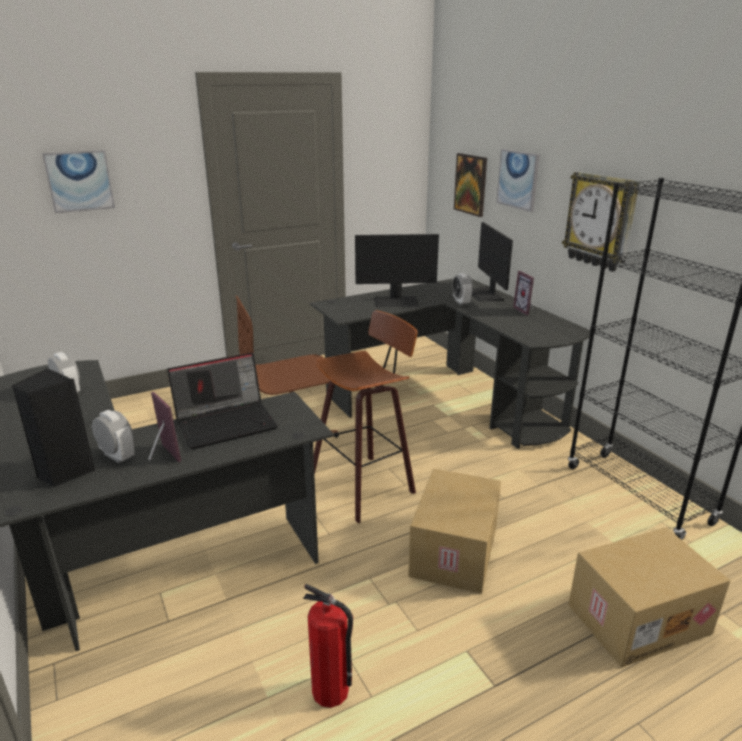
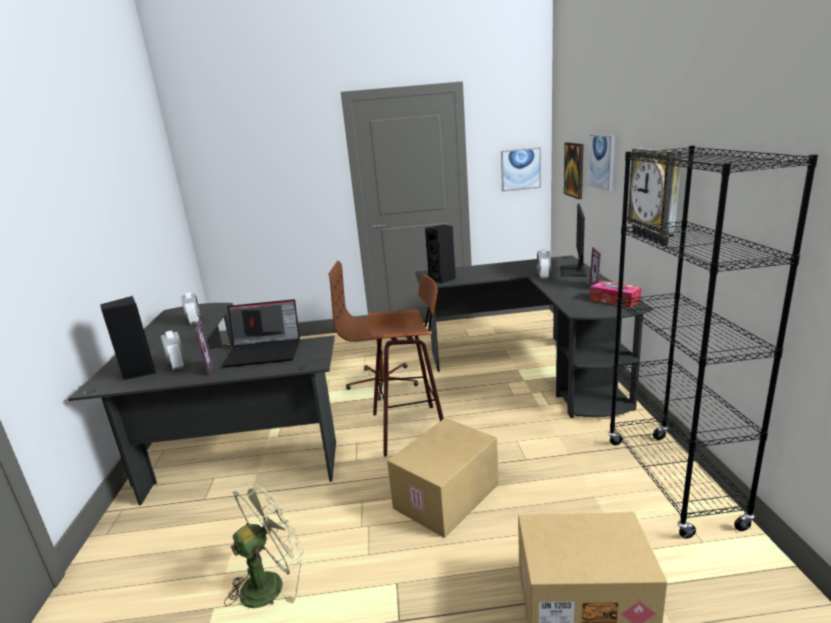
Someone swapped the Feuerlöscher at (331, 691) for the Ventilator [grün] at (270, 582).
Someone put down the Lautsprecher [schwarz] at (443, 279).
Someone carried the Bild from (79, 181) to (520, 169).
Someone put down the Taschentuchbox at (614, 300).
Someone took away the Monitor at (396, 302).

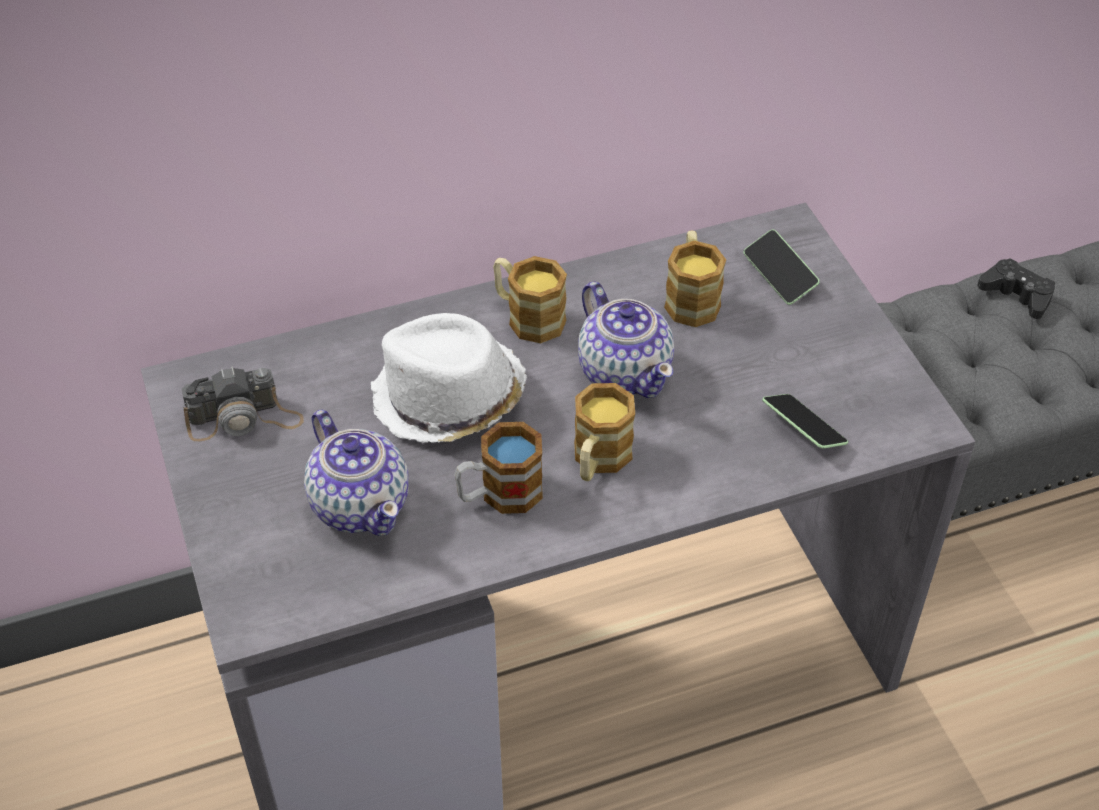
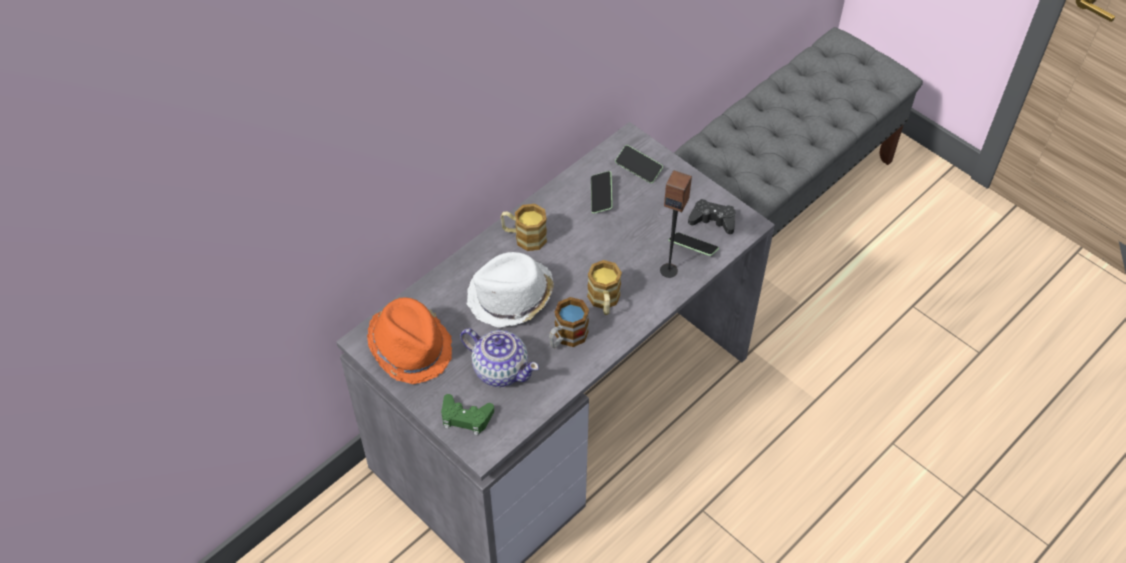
Someone swapped the Kamera at (244, 419) for the Hut [orange] at (411, 347).
Someone put down the Gamepad [grün] at (466, 417).
Someone swapped the Henkelbecher at (691, 297) for the Handy at (601, 196).
Someone put down the Lautsprecher at (669, 270).
Someone carried the Gamepad [schwarz] from (1017, 295) to (713, 220).
Someone took away the Teekanne at (625, 371).

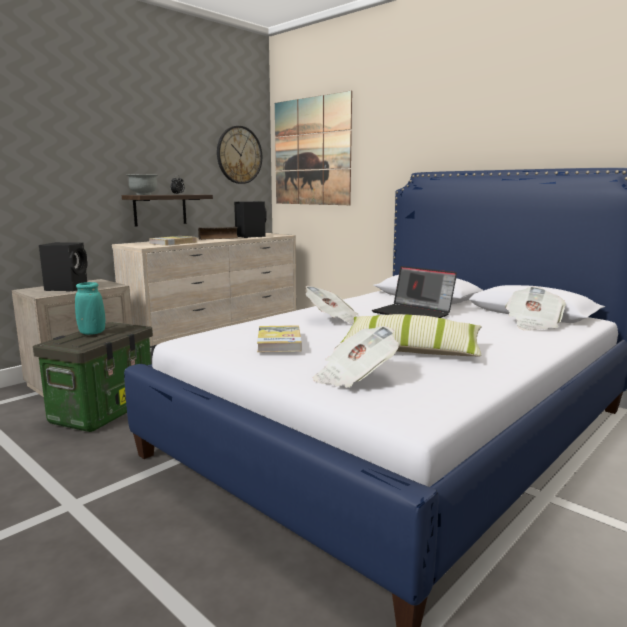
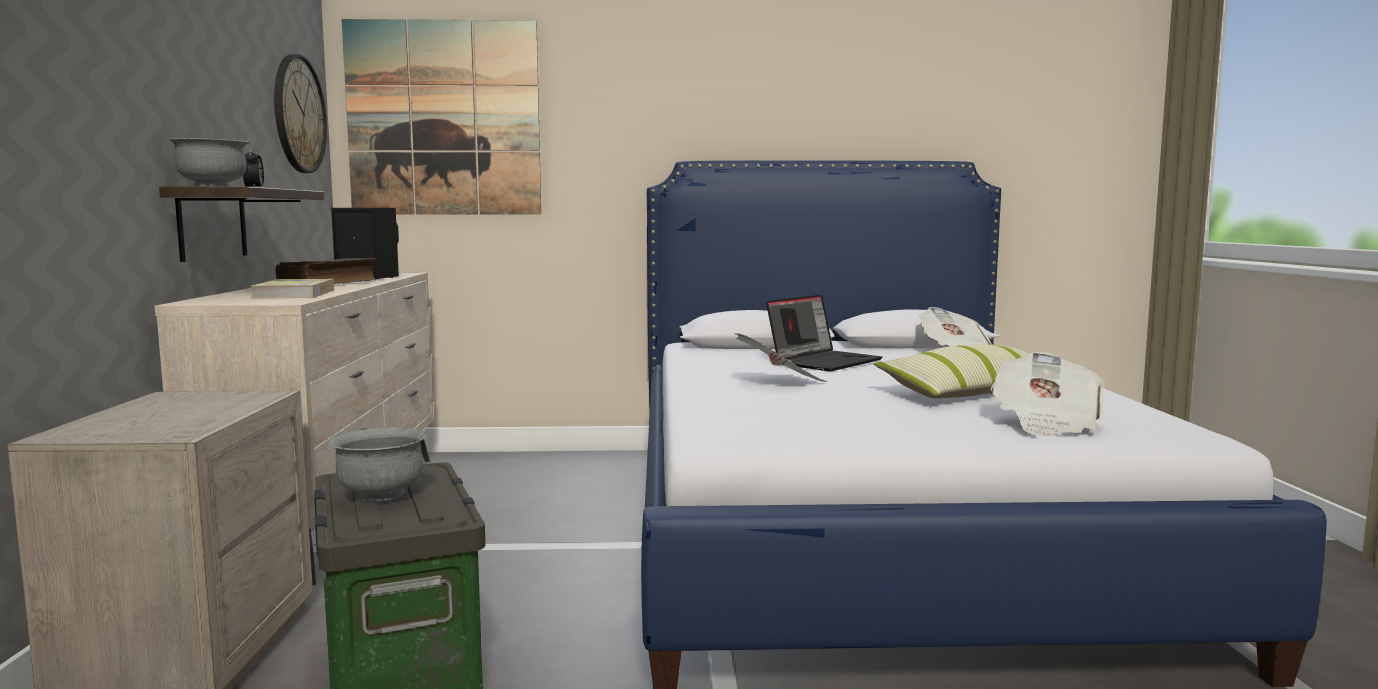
Someone swapped the Vase [türkis] at (92, 333) for the Schüssel [grau] at (381, 494).
Someone rotated the Laptop at (414, 313) by 45 degrees counterclockwise.
Someone took away the Lautsprecher [schwarz] at (67, 288).
Someone took away the Buch at (279, 342).

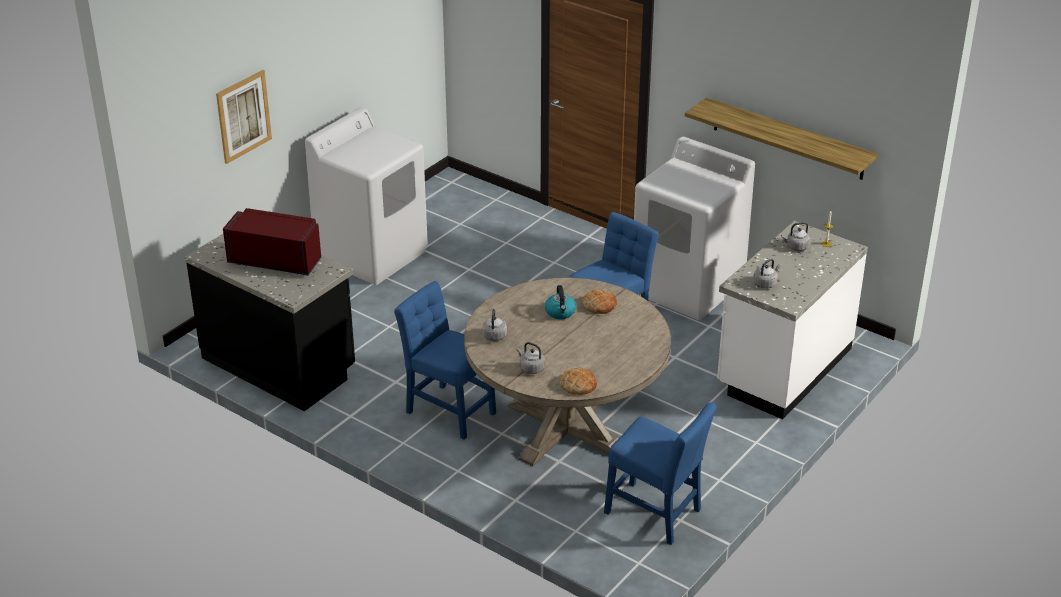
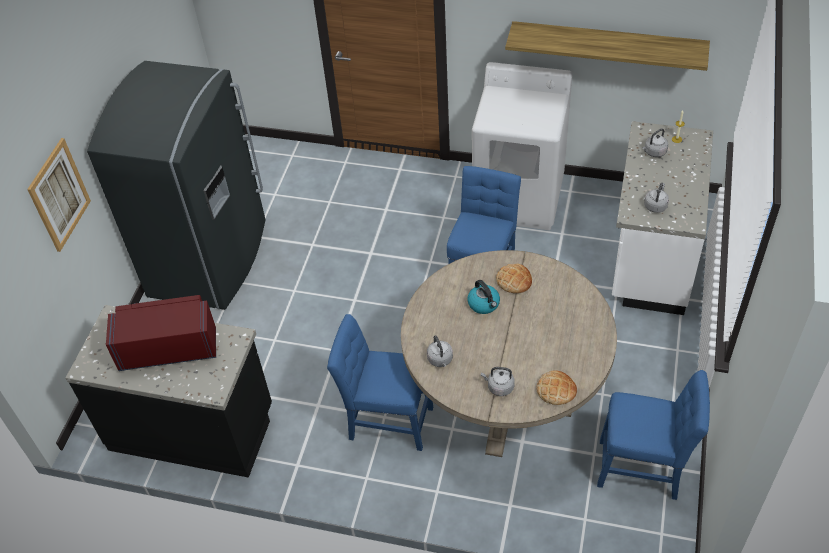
Someone swapped the Waschmaschine [weiß] at (372, 254) for the Kühlschrank [grau] at (211, 259).

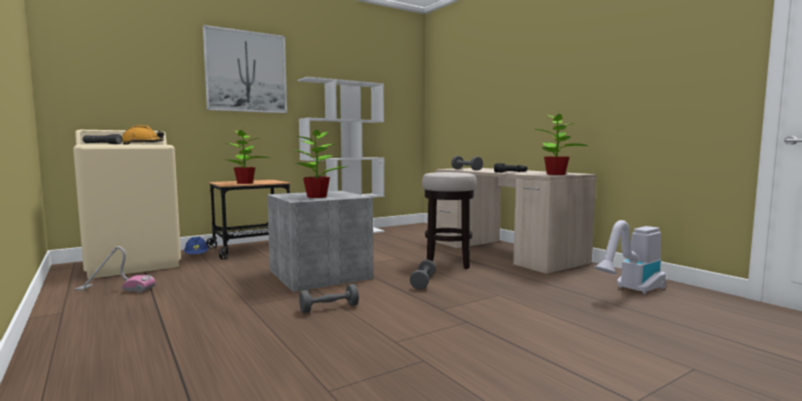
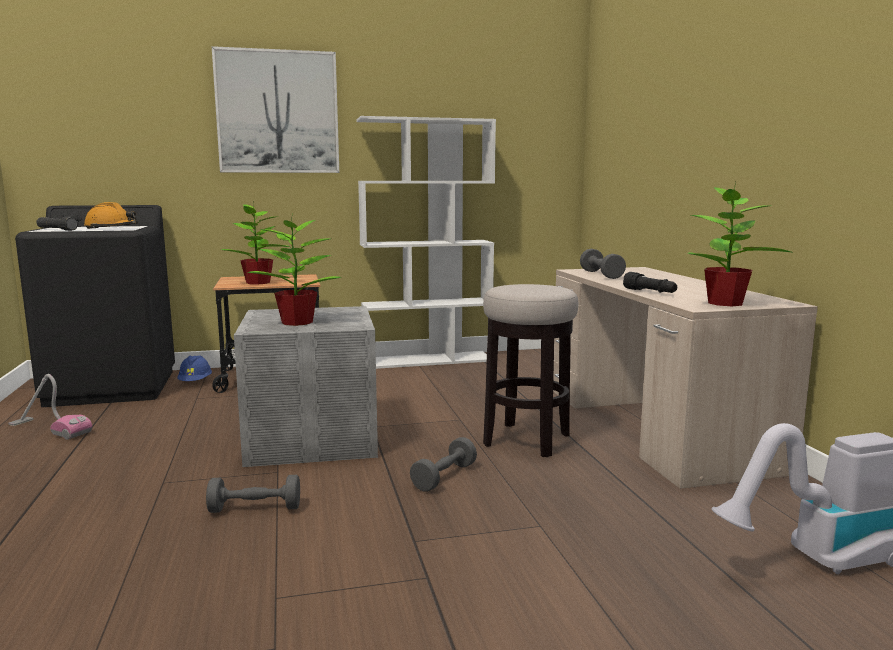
Someone repainted the Waschmaschine [beige] at (134, 263), which became the Waschmaschine [schwarz] at (113, 387).

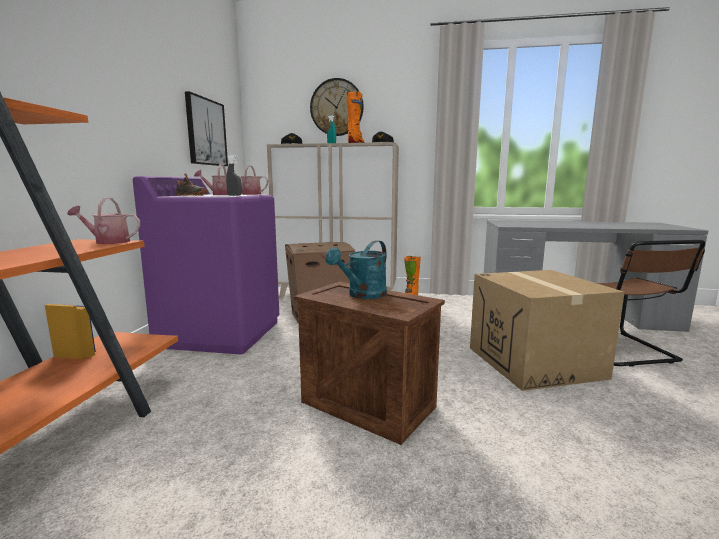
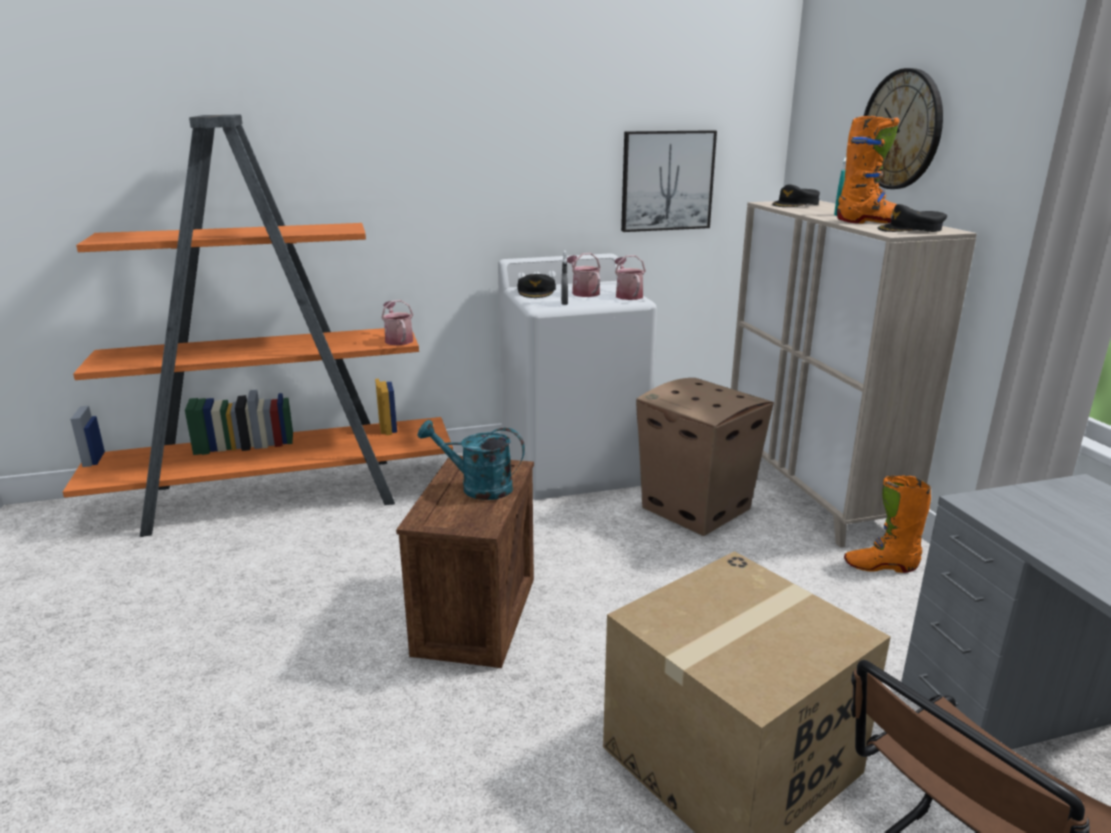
Someone repainted the Waschmaschine [lila] at (221, 333), which became the Waschmaschine [weiß] at (573, 466).
Someone swapped the Schuh [schwarz] at (190, 195) for the Kappe [schwarz] at (536, 292).

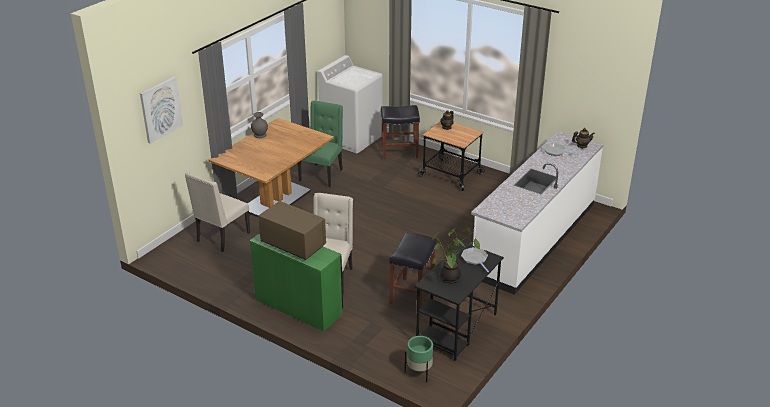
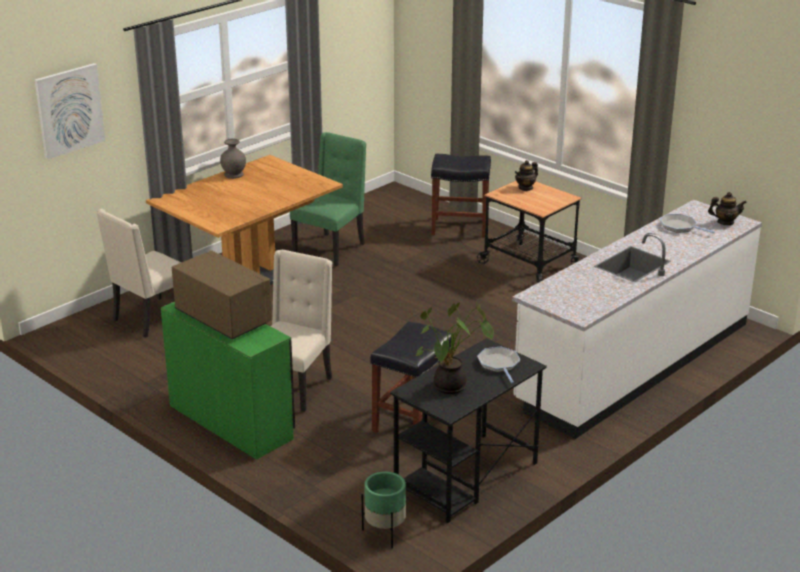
Someone took away the Waschmaschine [weiß] at (352, 138).

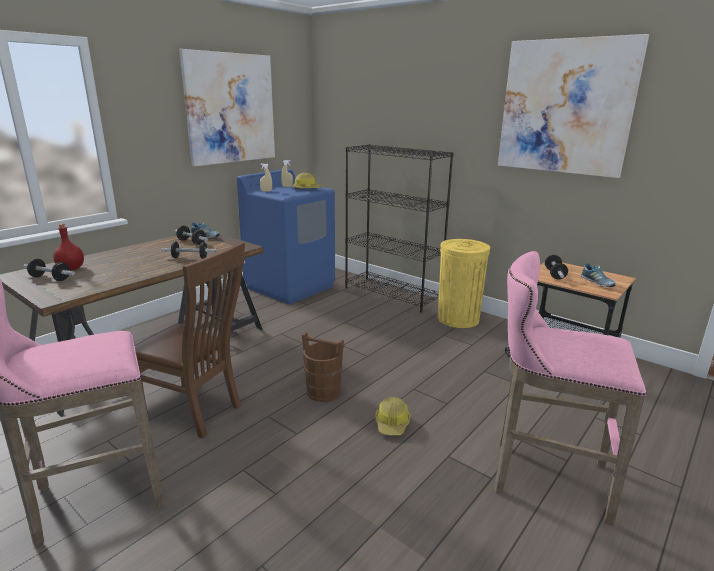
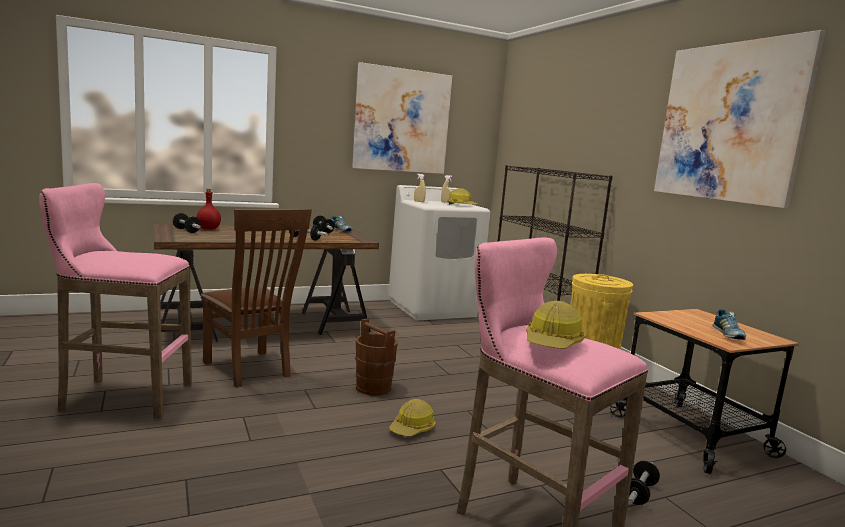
Someone repainted the Waschmaschine [blau] at (290, 287), which became the Waschmaschine [weiß] at (433, 308).
Someone put down the Schutzhelm at (553, 342).
Someone carried the Hantel from (554, 274) to (639, 493).

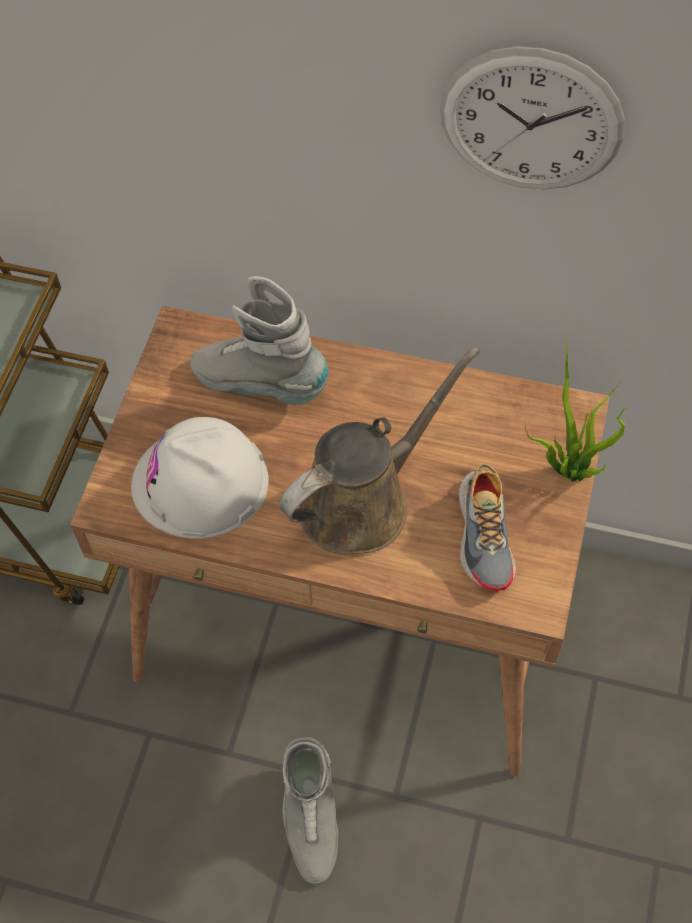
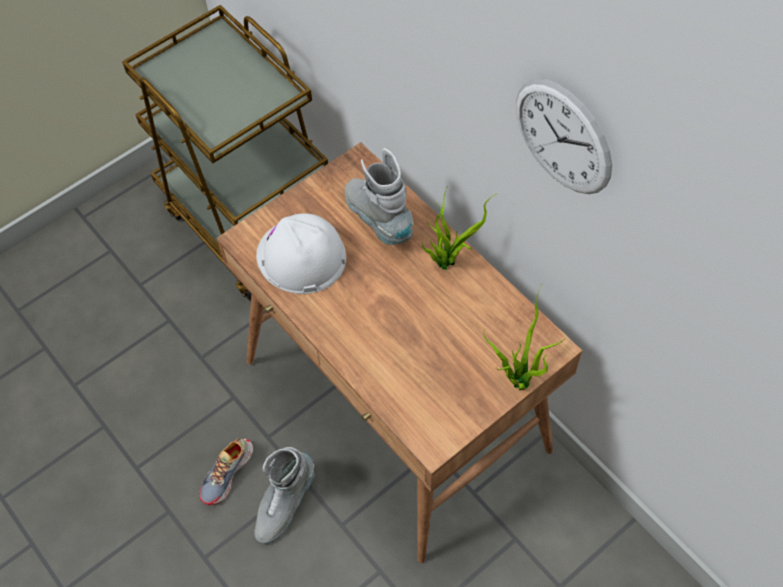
Someone carried the Schuh from (485, 535) to (227, 473).
Someone put down the Topfpflanze at (447, 259).
Someone took away the Gießkanne [braun] at (363, 501).

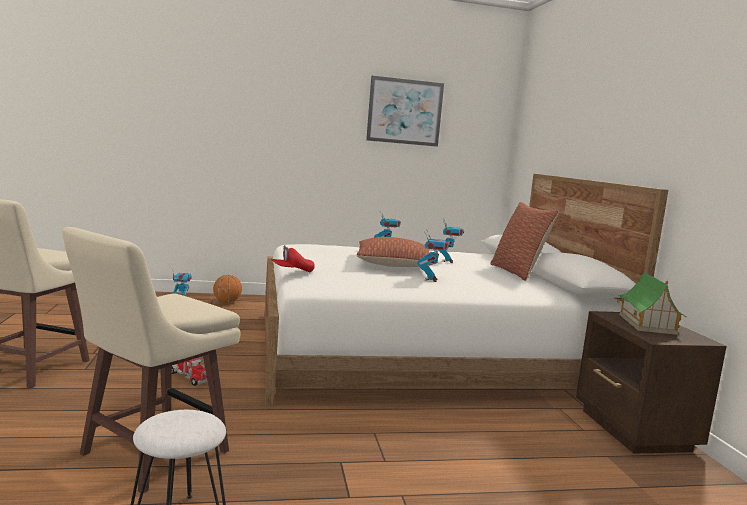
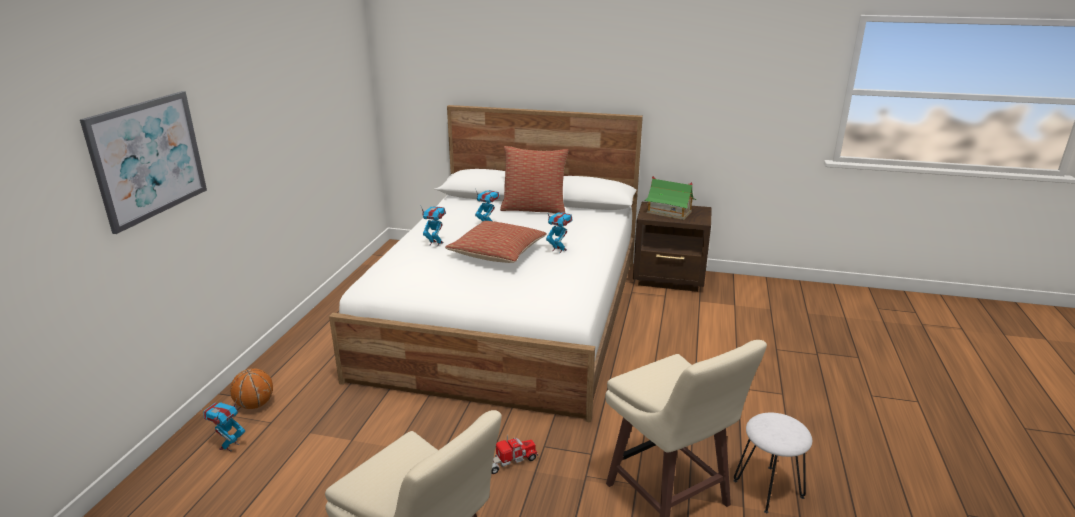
Someone carried the Bild from (404, 112) to (148, 158).
Someone took away the Kappe [rot] at (292, 271).

